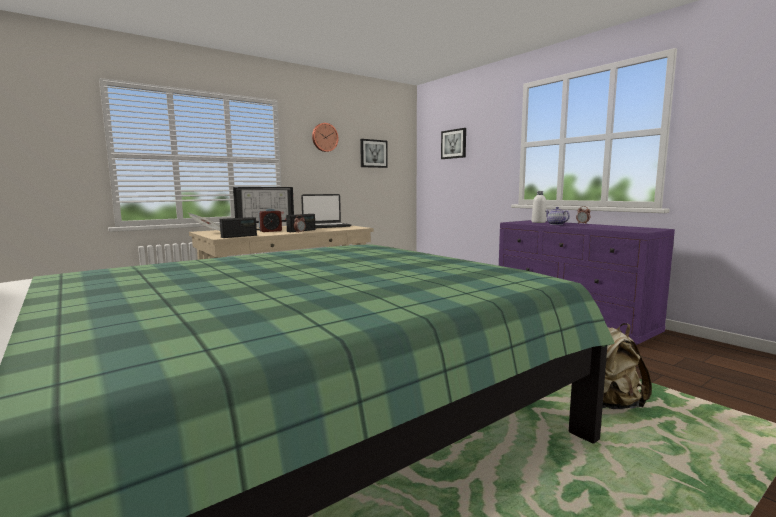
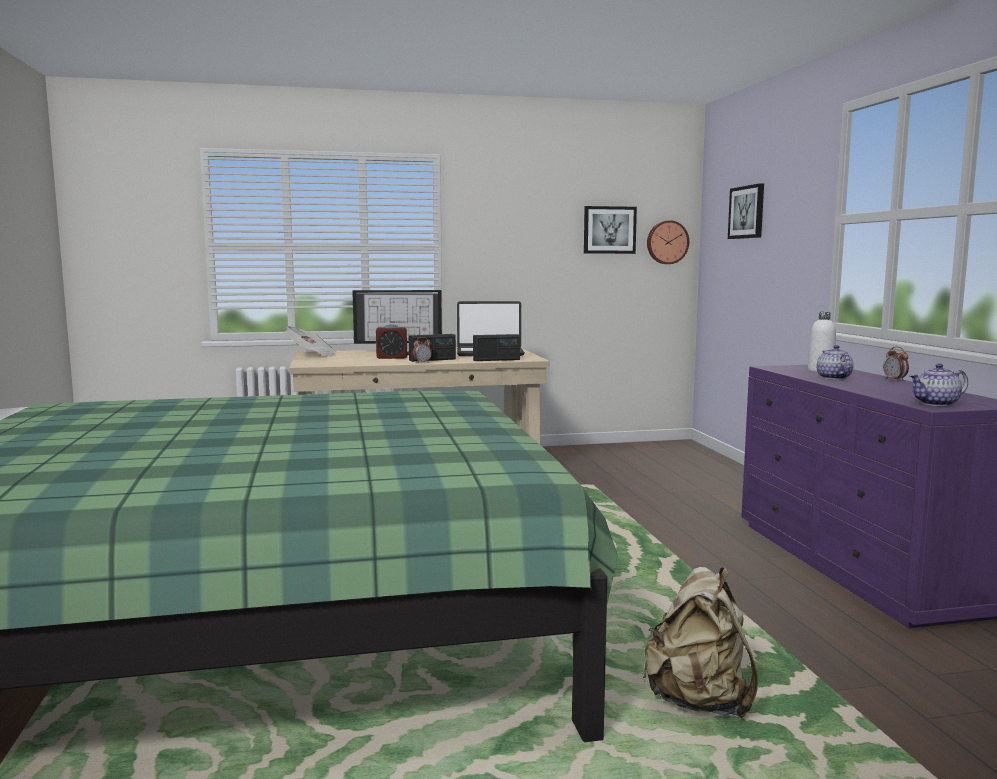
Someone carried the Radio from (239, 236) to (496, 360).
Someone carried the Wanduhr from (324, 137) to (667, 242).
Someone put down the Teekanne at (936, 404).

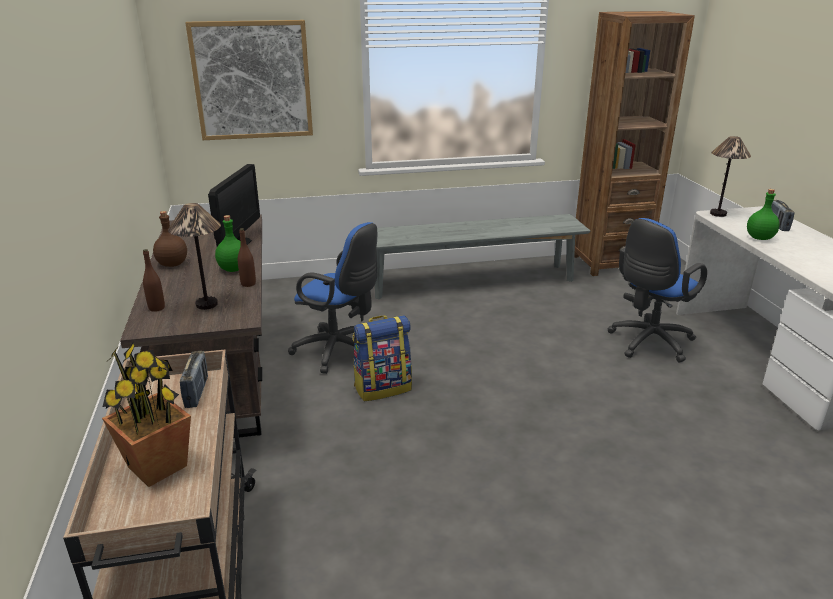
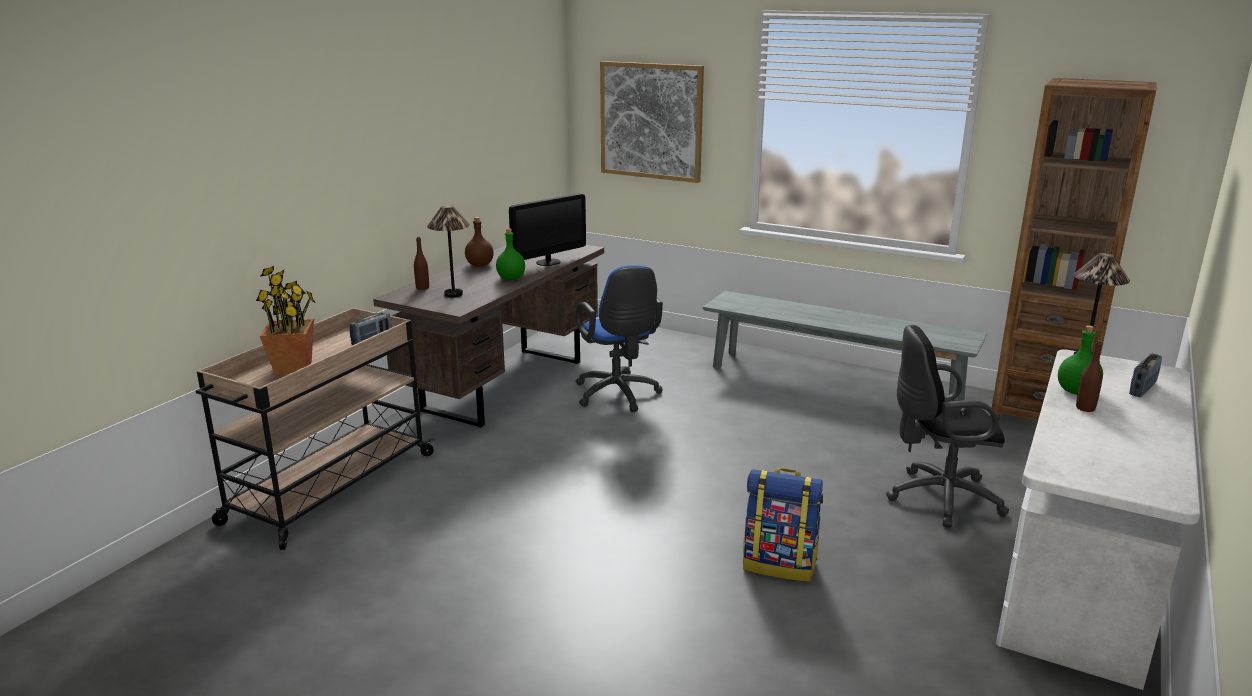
Someone carried the Rucksack from (383, 388) to (780, 564).
Someone repainted the Bürostuhl [blau] at (648, 343), which became the Bürostuhl [schwarz] at (937, 498).
Someone carried the Flasche [braun] from (248, 284) to (1085, 408).

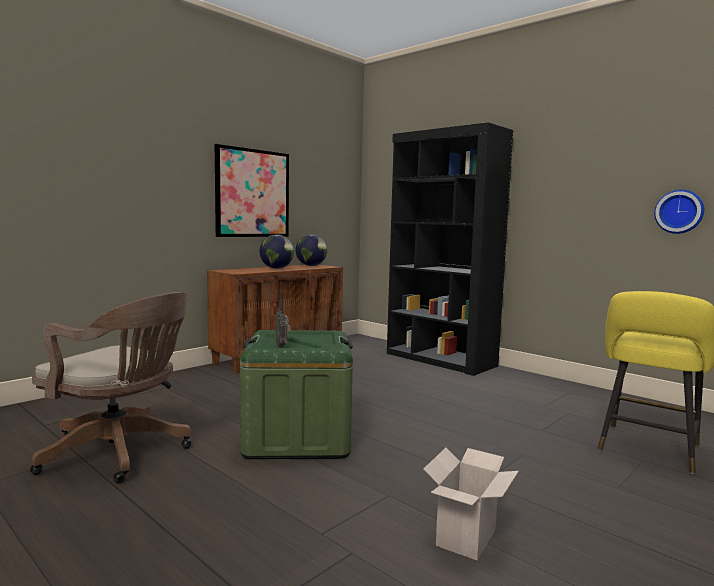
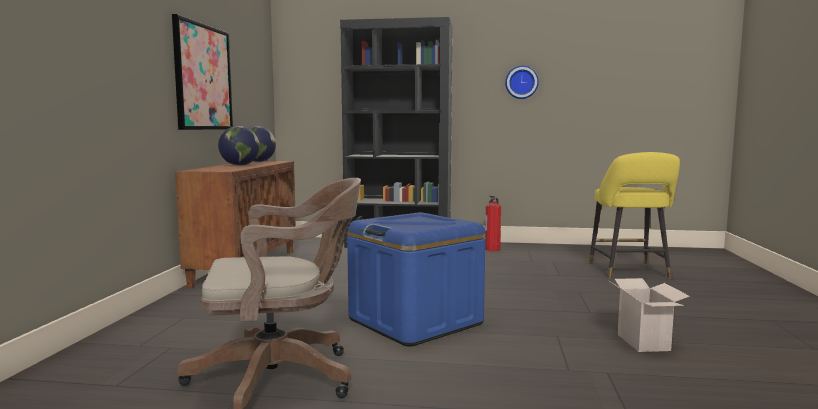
Someone repainted the Aufbewahrungsbox [grün] at (298, 437), which became the Aufbewahrungsbox [blau] at (415, 321).
Someone put down the Feuerlöscher at (492, 249).
Someone carried the Wanduhr from (679, 211) to (521, 82).
Someone took away the Radio at (282, 345).

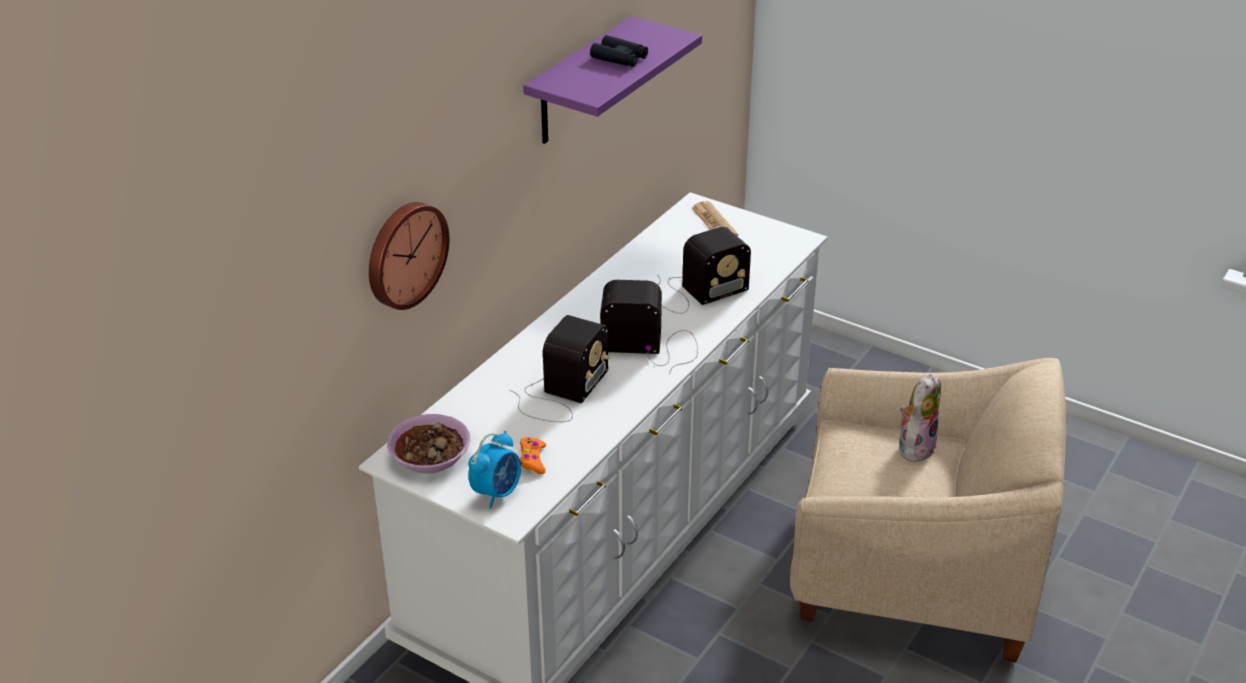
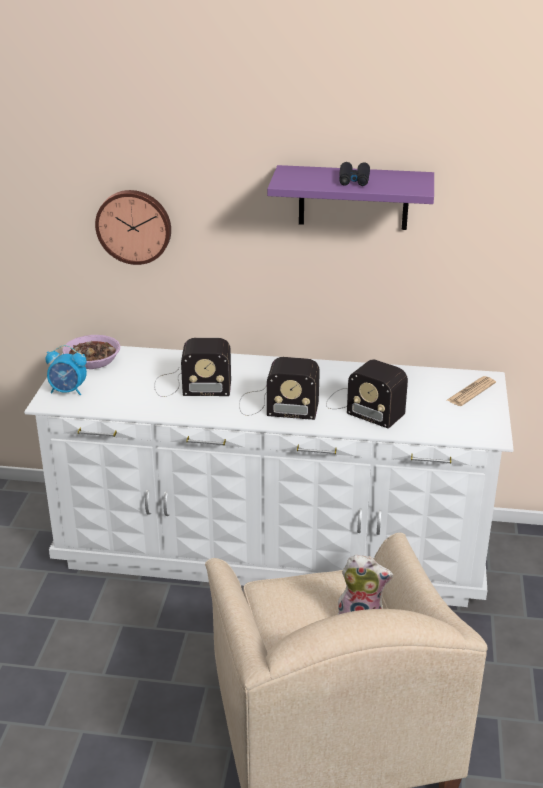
Someone rotated the Radio at (652, 345) by 120 degrees clockwise.
Someone took away the Gamepad [orange] at (532, 460).

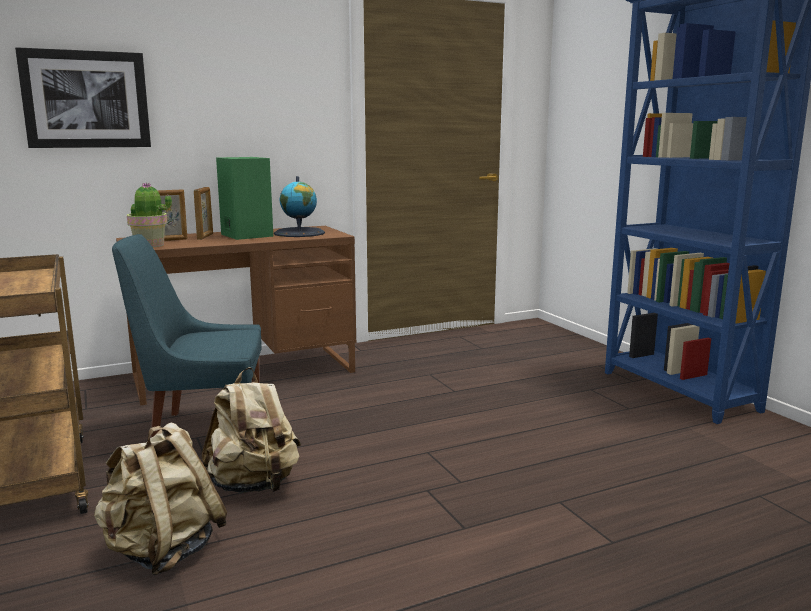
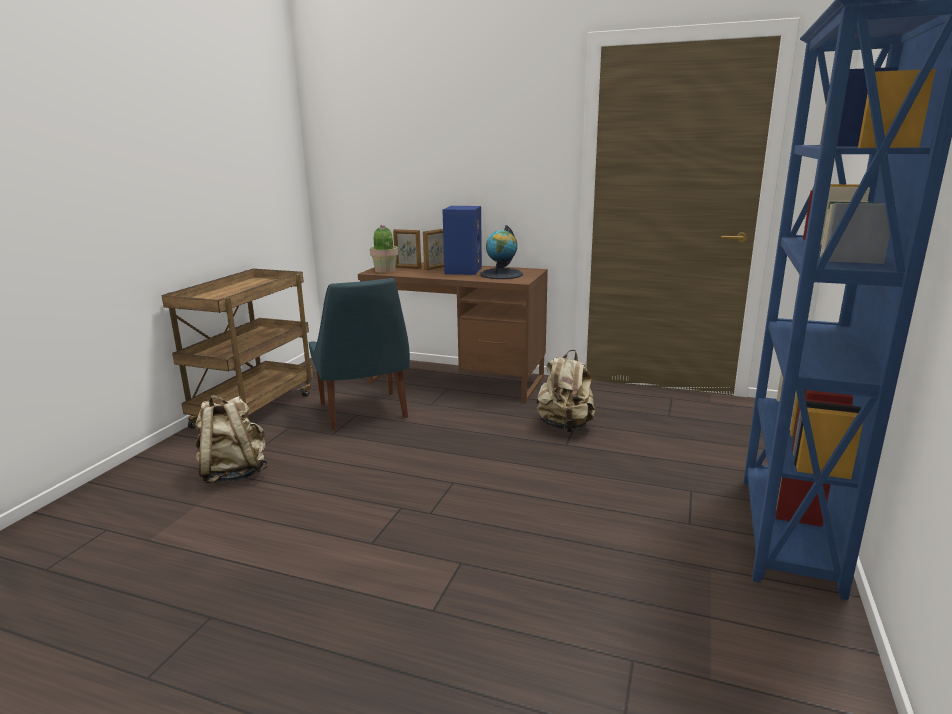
Someone rotated the Stuhl [blau] at (203, 432) by 150 degrees counterclockwise.
Someone repainted the Lautsprecher [grün] at (245, 235), which became the Lautsprecher [blau] at (462, 270).
Someone carried the Rucksack [beige] from (253, 486) to (565, 426).
Someone took away the Bild at (86, 99).

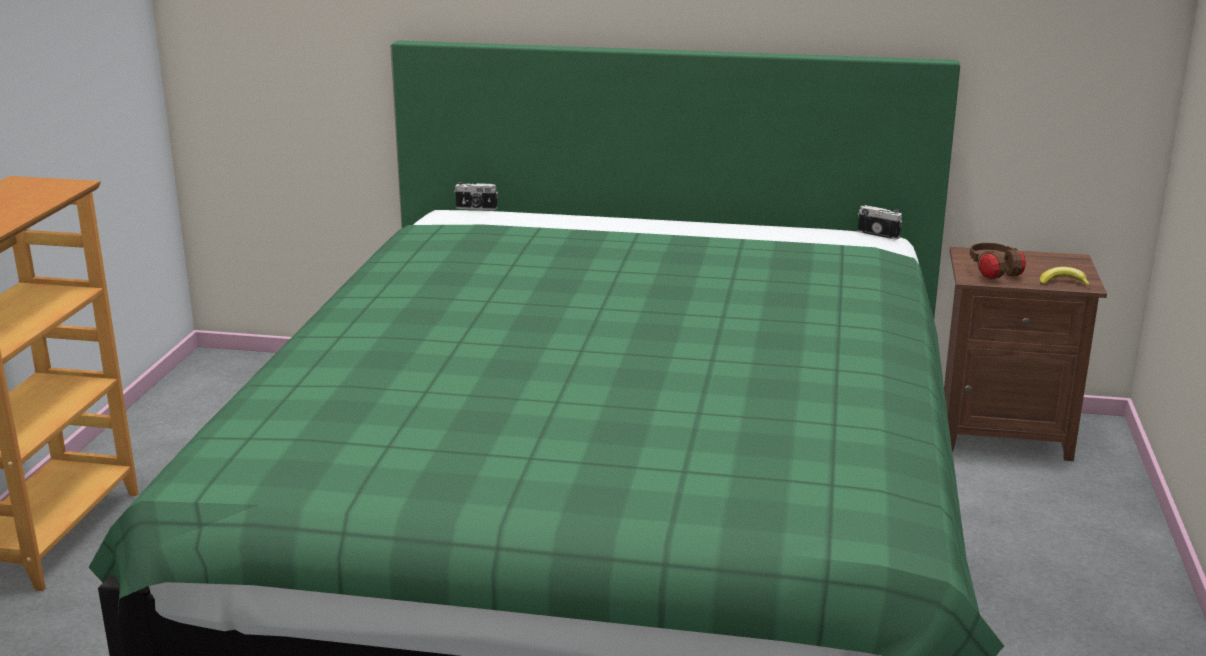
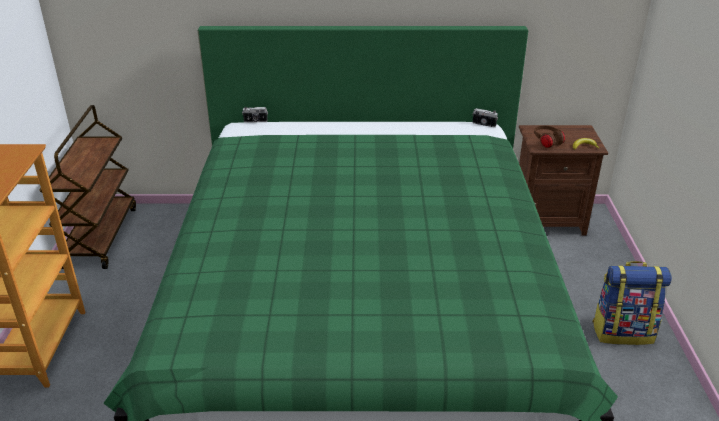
Someone put down the Rollwagen [braun] at (100, 236).
Someone put down the Rucksack at (623, 332).

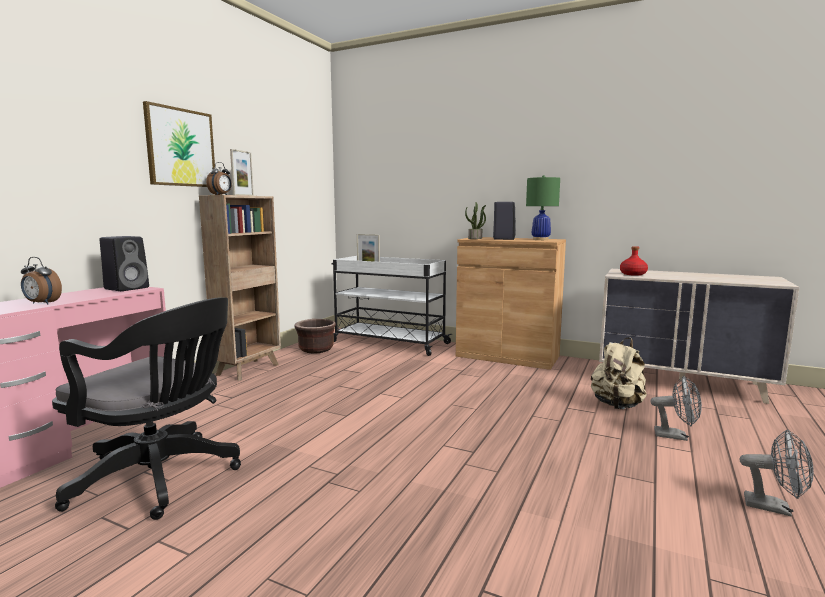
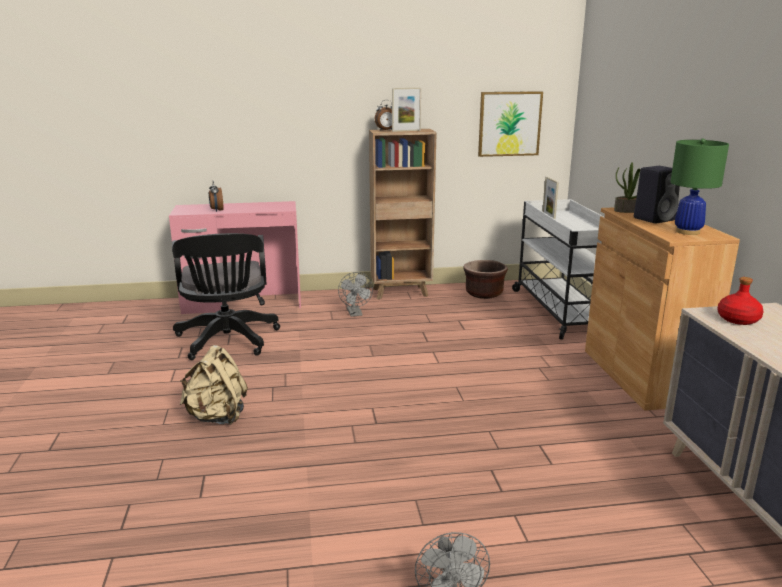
Someone carried the Rucksack [beige] from (617, 405) to (217, 417).
Someone carried the Ventilator [grau] from (676, 436) to (355, 314).
Someone carried the Bild from (180, 147) to (509, 124).
Someone took away the Lautsprecher [schwarz] at (128, 288).

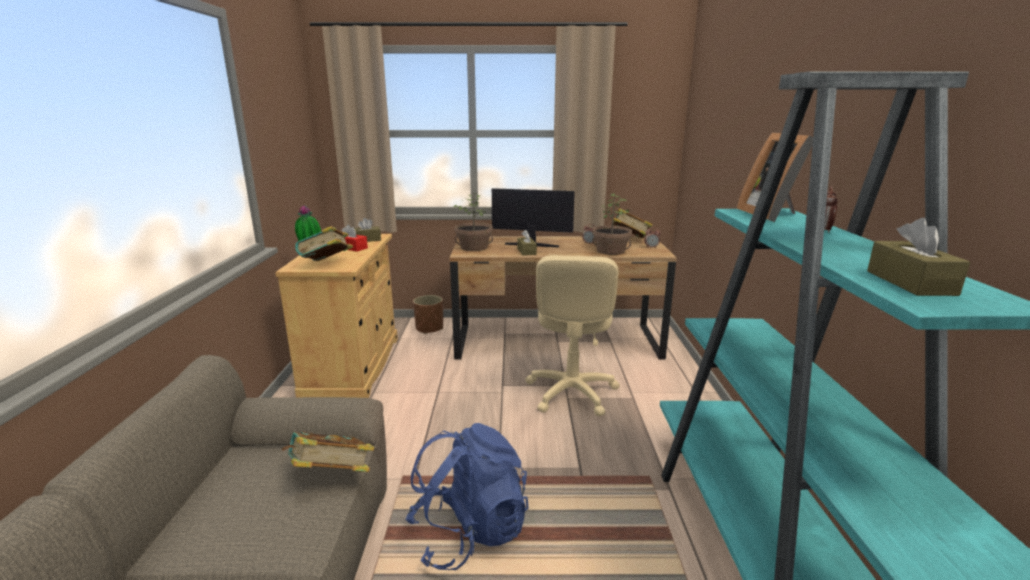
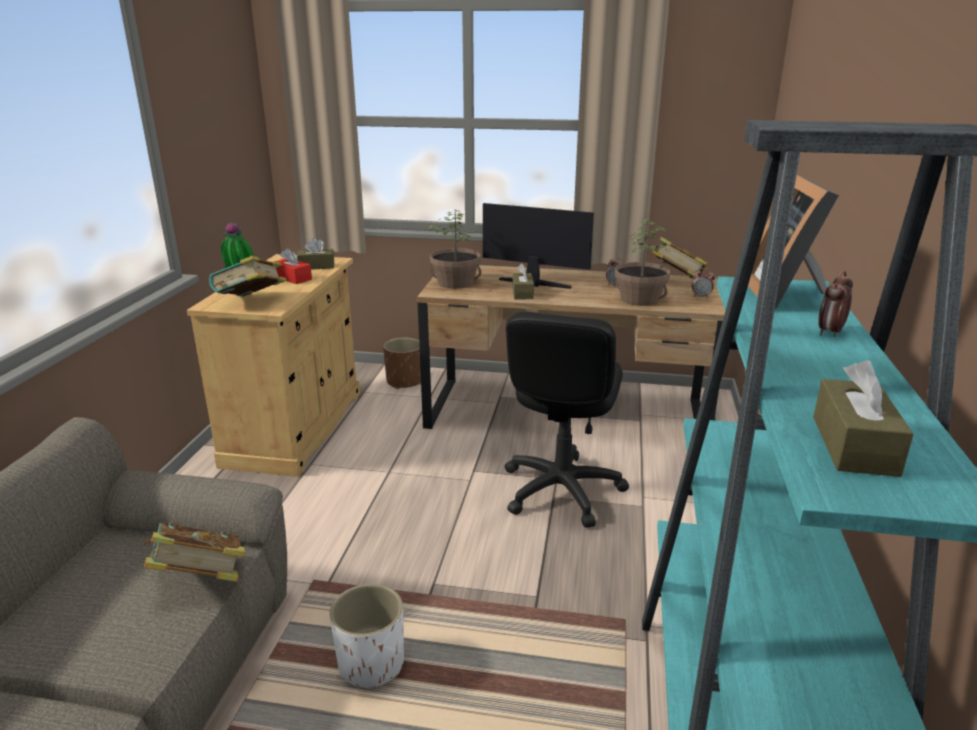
Someone swapped the Rucksack [blau] at (469, 533) for the Pflanzkübel [weiß] at (371, 664).
Someone repainted the Bürostuhl [beige] at (571, 392), which became the Bürostuhl [schwarz] at (561, 490).

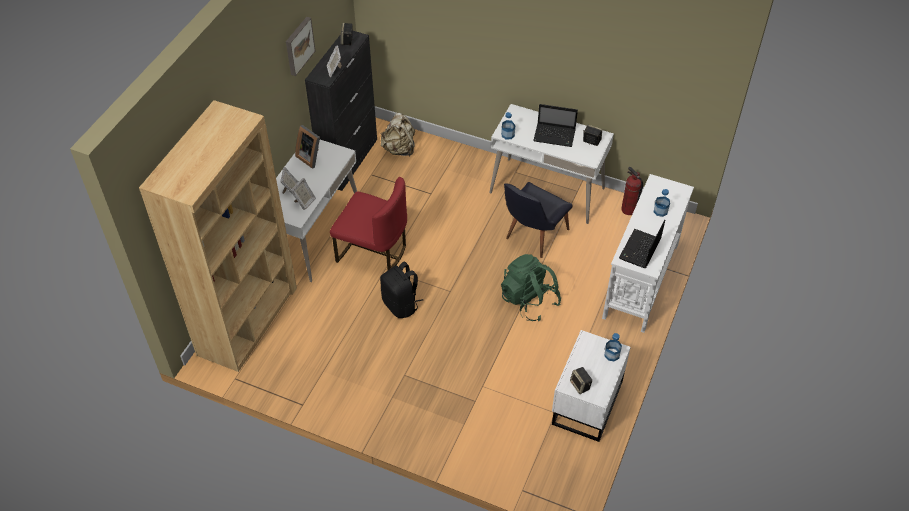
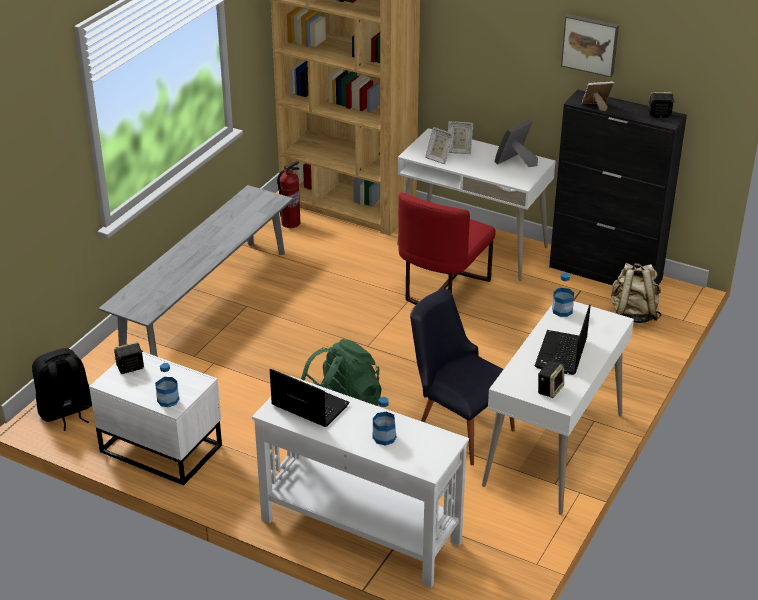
Someone carried the Rucksack [schwarz] from (401, 305) to (66, 412).
Someone put down the Bank [grau] at (206, 302).
Someone carried the Feuerlöscher from (628, 210) to (290, 223).

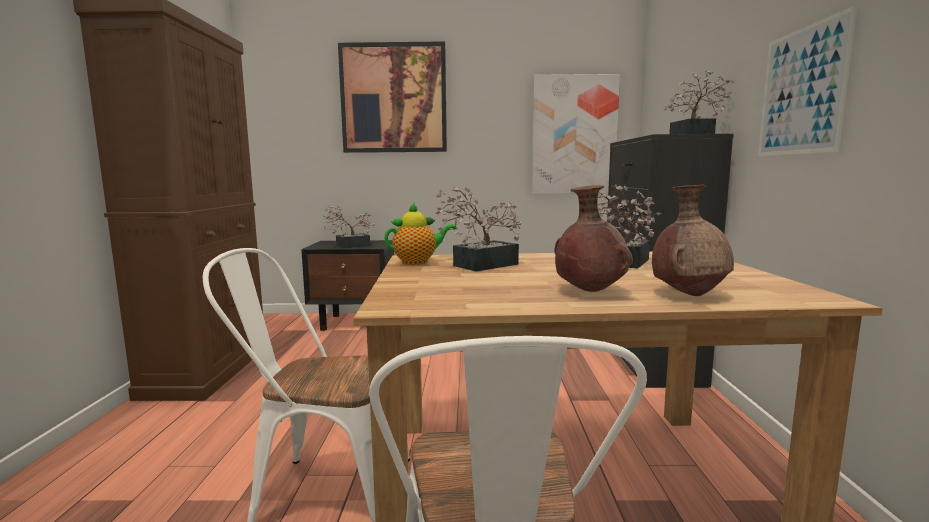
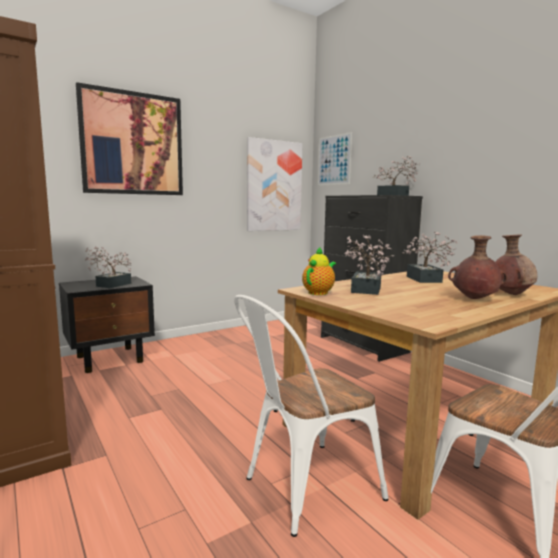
Someone carried the Bild from (801, 91) to (334, 160).

